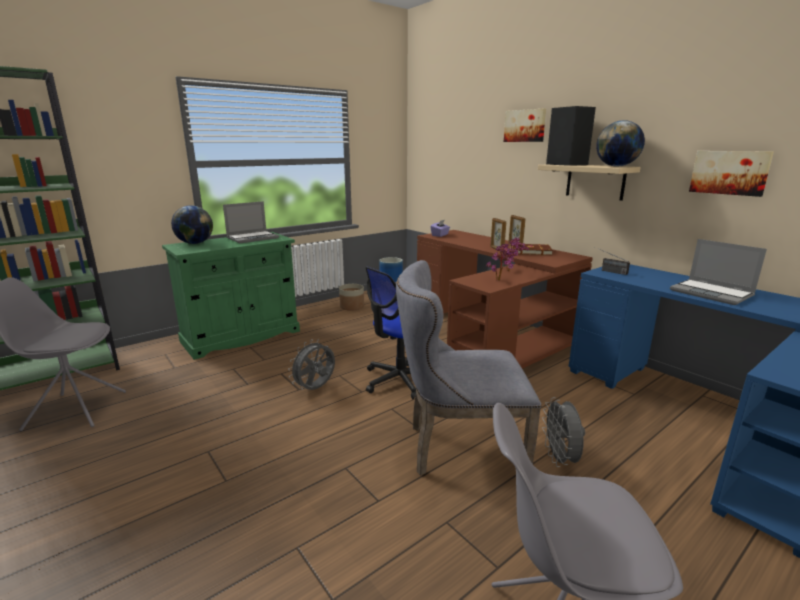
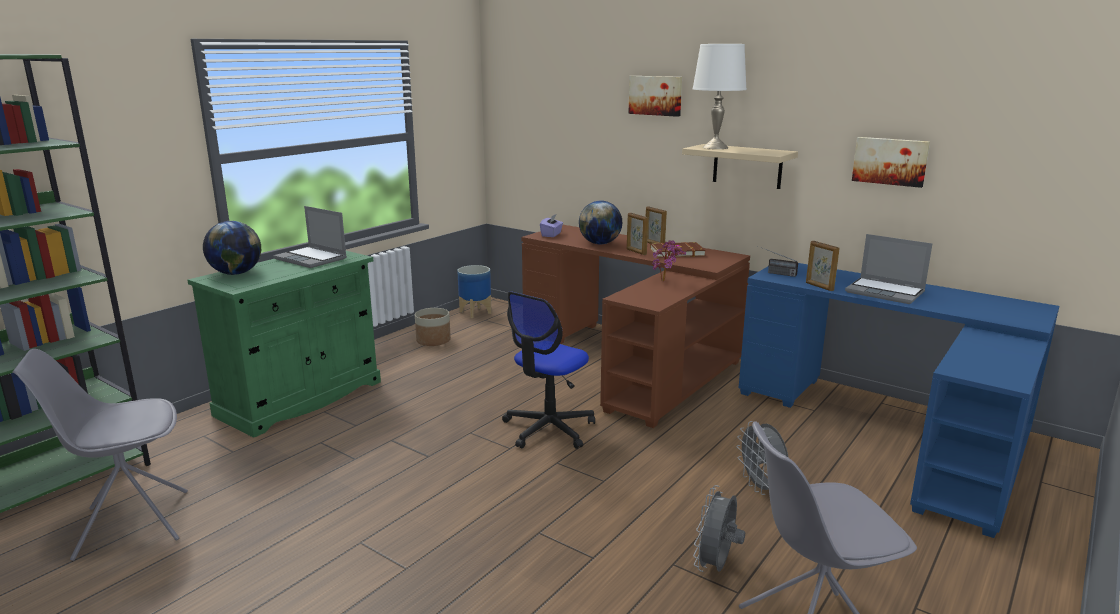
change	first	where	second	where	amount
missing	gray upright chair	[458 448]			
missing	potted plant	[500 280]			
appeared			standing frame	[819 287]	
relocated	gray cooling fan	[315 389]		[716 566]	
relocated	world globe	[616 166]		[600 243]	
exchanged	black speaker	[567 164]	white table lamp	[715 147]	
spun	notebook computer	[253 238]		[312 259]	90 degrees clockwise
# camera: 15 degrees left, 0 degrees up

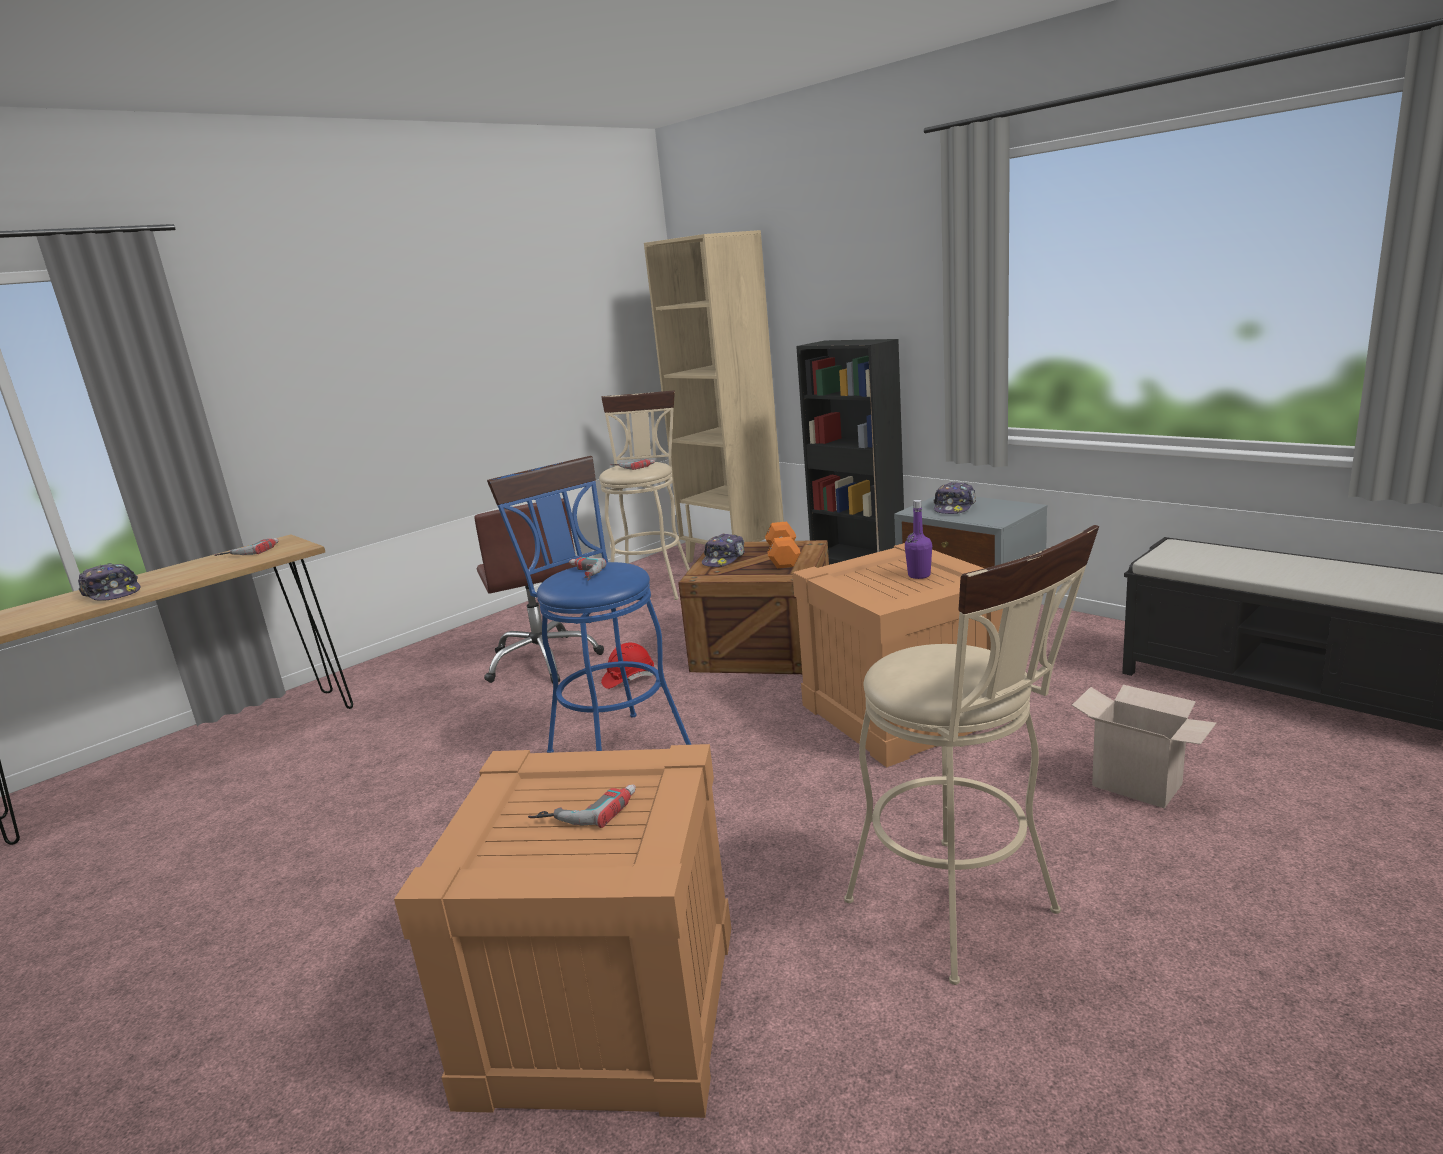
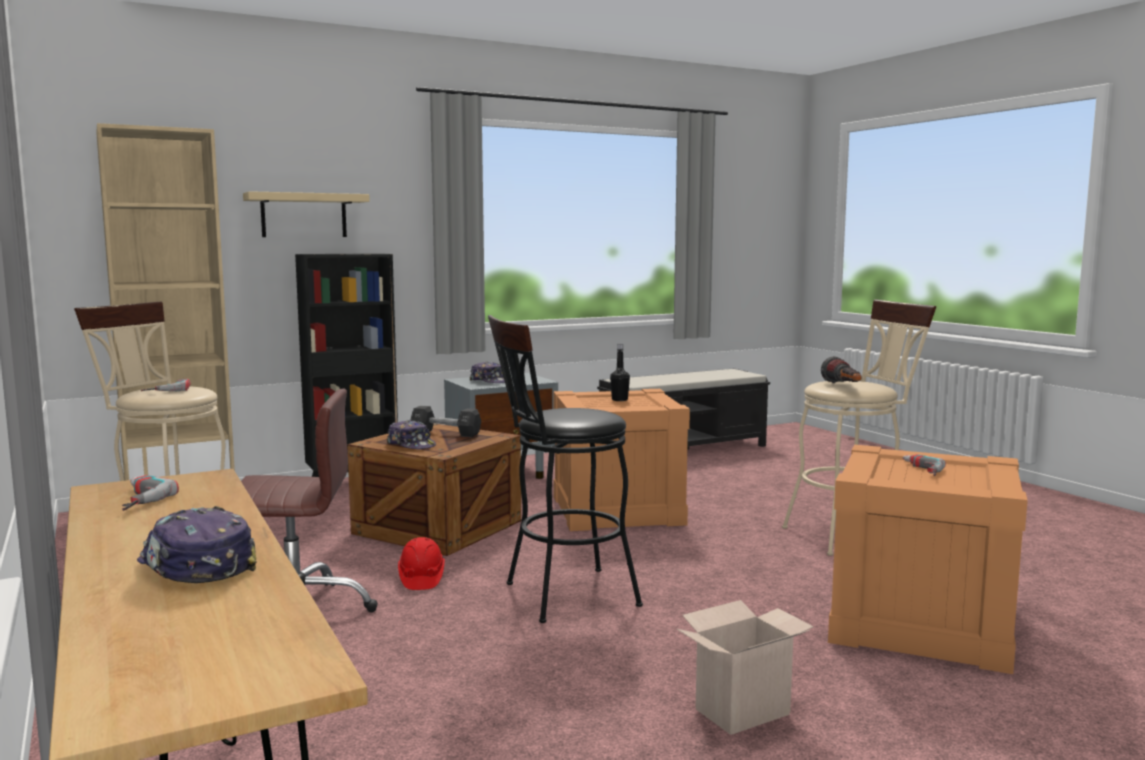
change	first	where	second	where	amount
missing	drill	[580 574]			
appeared			sand-coloured bracket shelf	[304 215]	
appeared			hand torch	[844 387]	
relocated	packing box	[1140 785]		[743 710]	
colour	blue-coloured sitting stool	[612 746]	black sitting stool	[560 596]	
colour	orangey dumbbell	[783 557]	black dumbbell	[446 433]	
colour	purplish bottle	[919 575]	black bottle	[619 400]	
spun	peaked cap	[113 593]		[196 567]	105 degrees counterclockwise
# camera: 75 degrees left, 10 degrees down

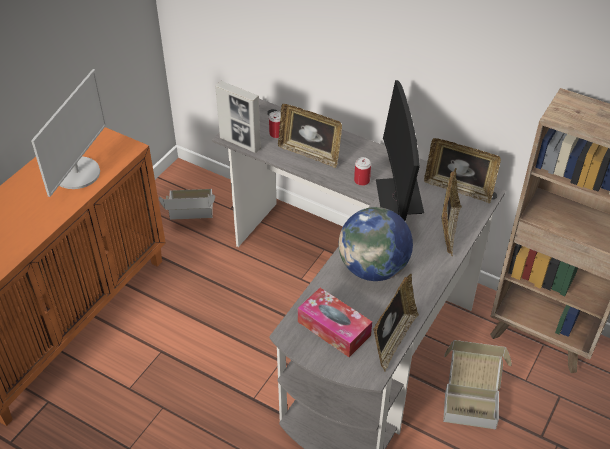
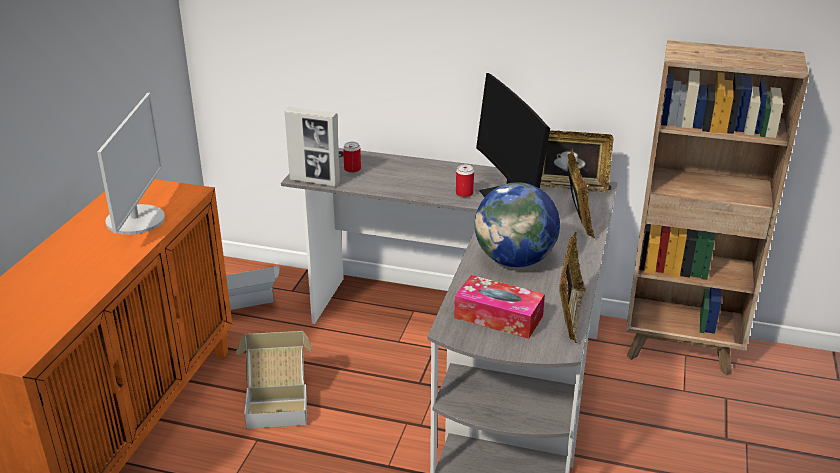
change	first	where	second	where	amount
missing	standing frame	[310 153]			
relocated	packing box	[470 399]		[278 403]	
# camera: 15 degrees left, 15 degrees down

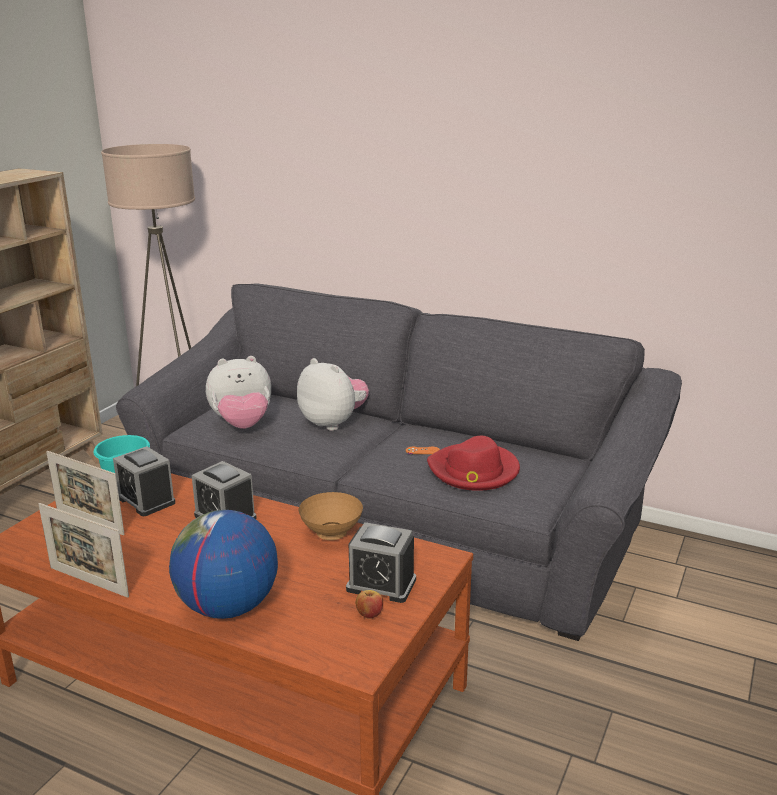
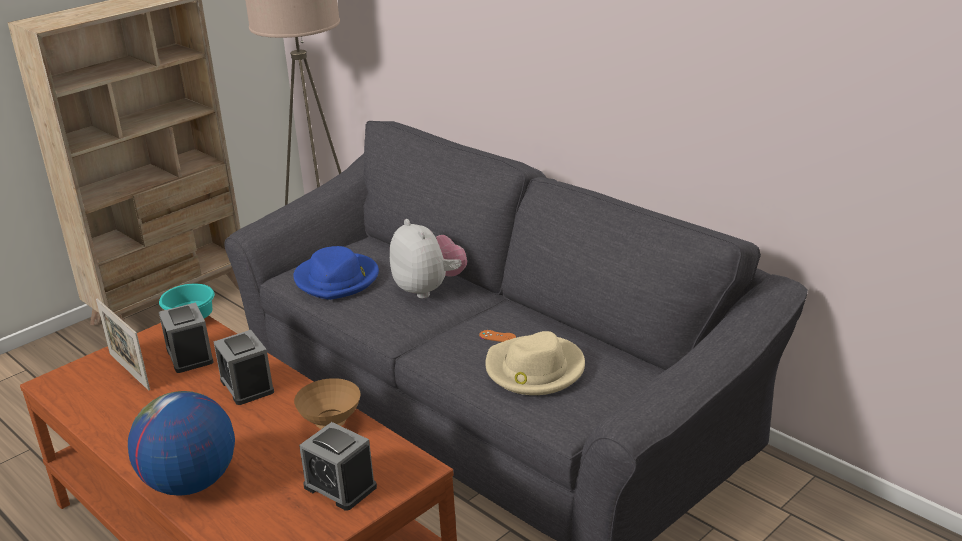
change	first	where	second	where	amount
missing	standing frame	[88 582]			
missing	whole apple	[369 614]			
exchanged	soft toy	[242 425]	blue-coloured wearable hat	[337 279]	
colour	reddish wearable hat	[474 471]	sand-coloured wearable hat	[534 370]	
# camera: 20 degrees right, 5 degrees up

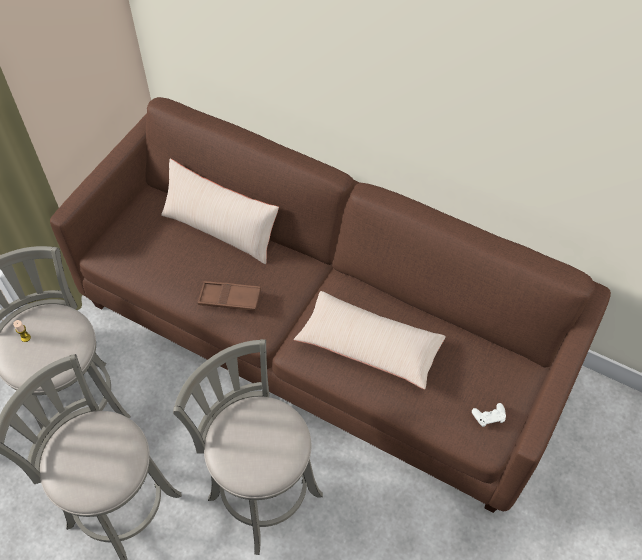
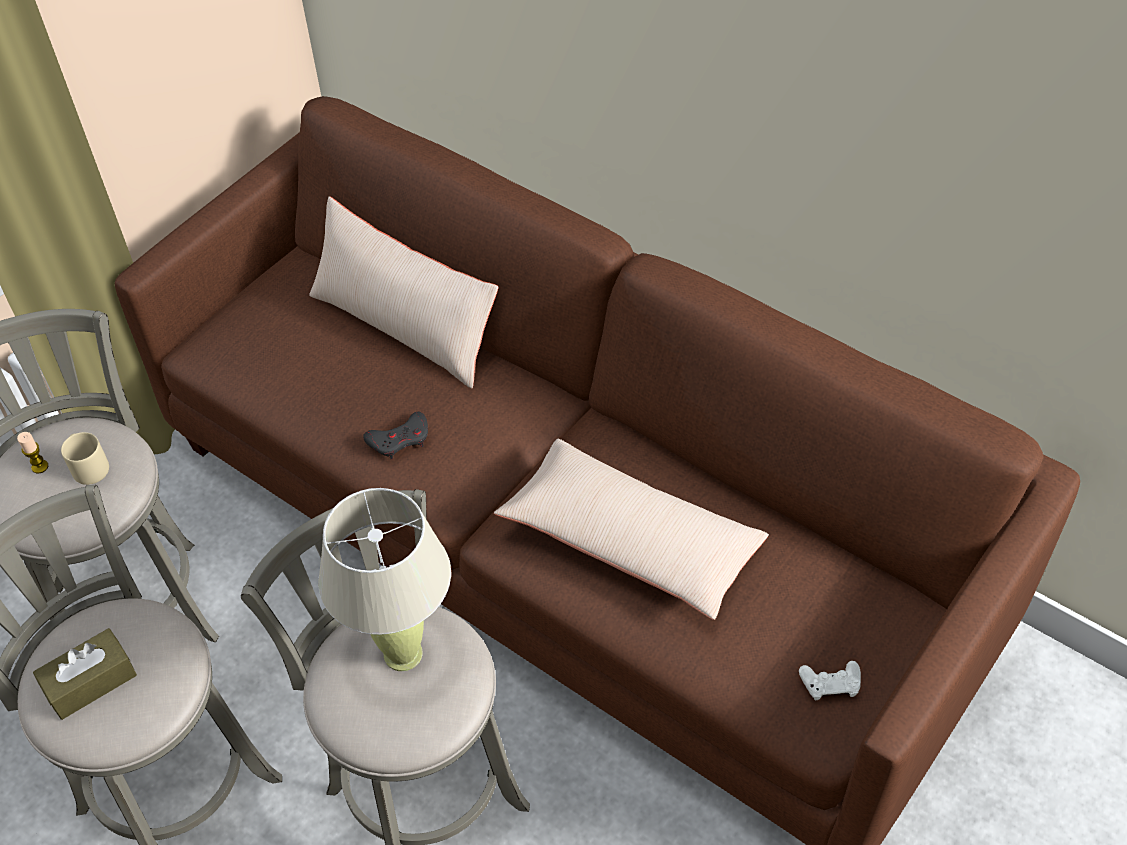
change	first	where	second	where	amount
appeared			brownish tissue box	[90 682]	
appeared			sand-coloured coffee mug	[89 467]	
appeared			sand-coloured table lamp	[402 654]	
exchanged	brownish tray	[229 298]	gray game controller	[400 439]	
# camera: 10 degrees right, 5 degrees down

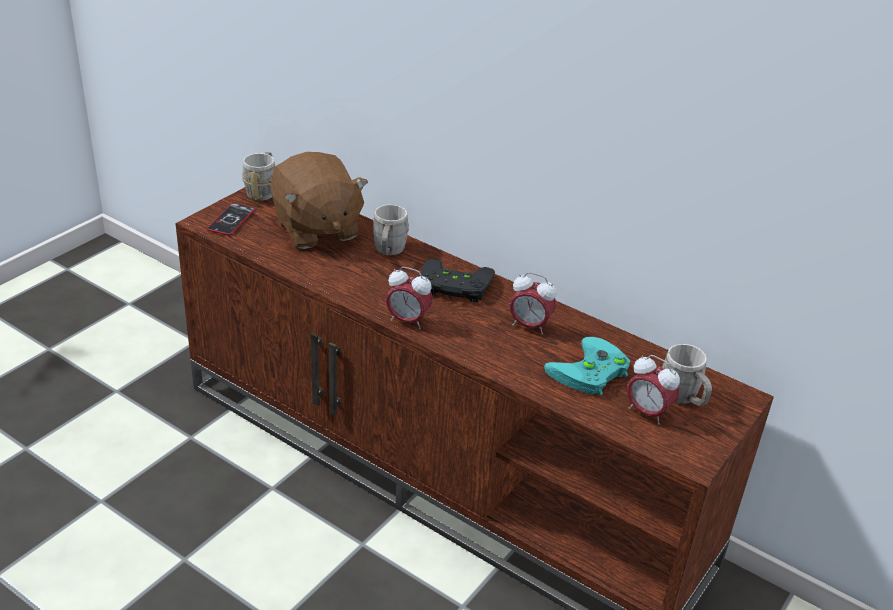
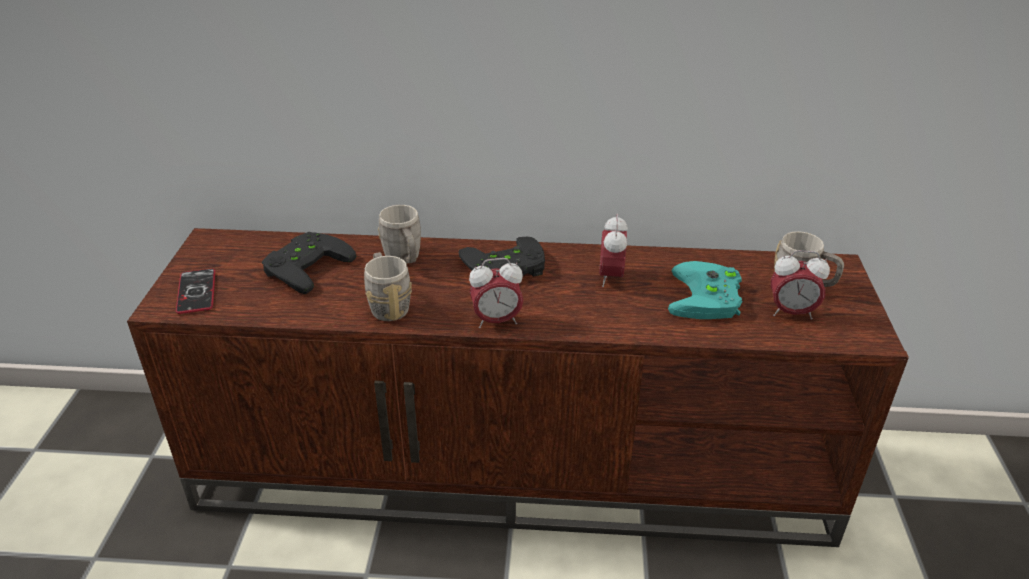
change	first	where	second	where	amount
relocated	gray coffee mug	[263 191]		[387 305]	
exchanged	brownish soft toy	[316 229]	black game controller	[304 265]	
spun	table clock	[529 326]		[611 277]	105 degrees clockwise
# camera: 30 degrees left, 0 degrees up

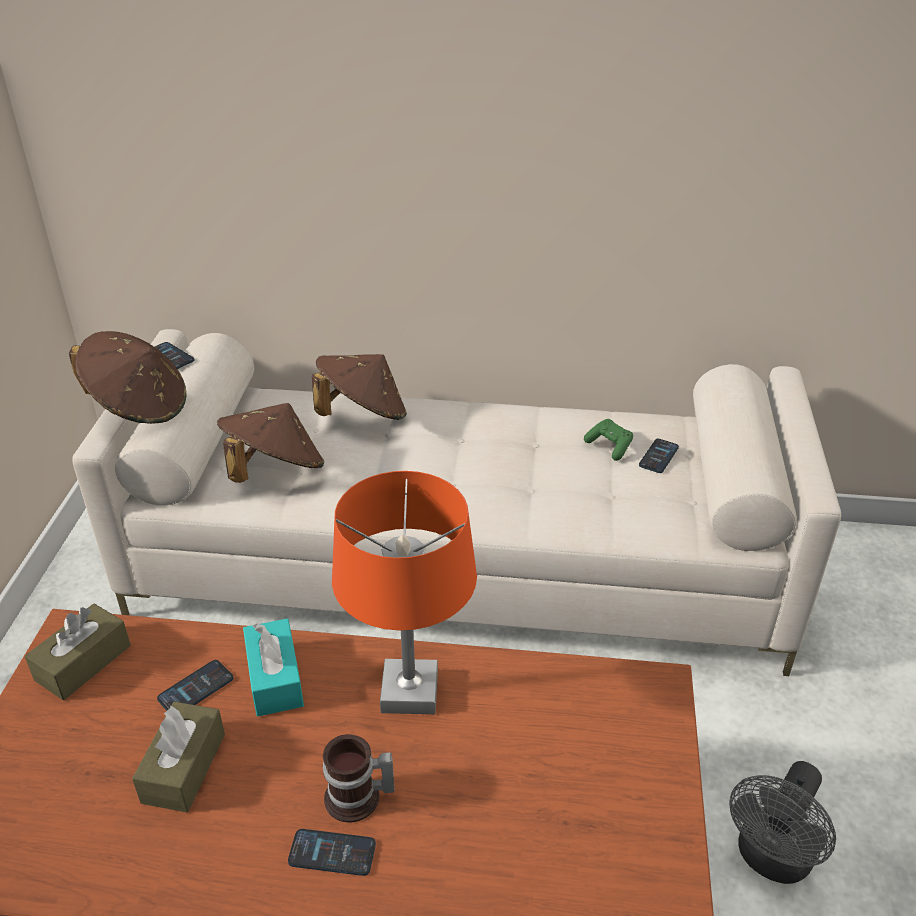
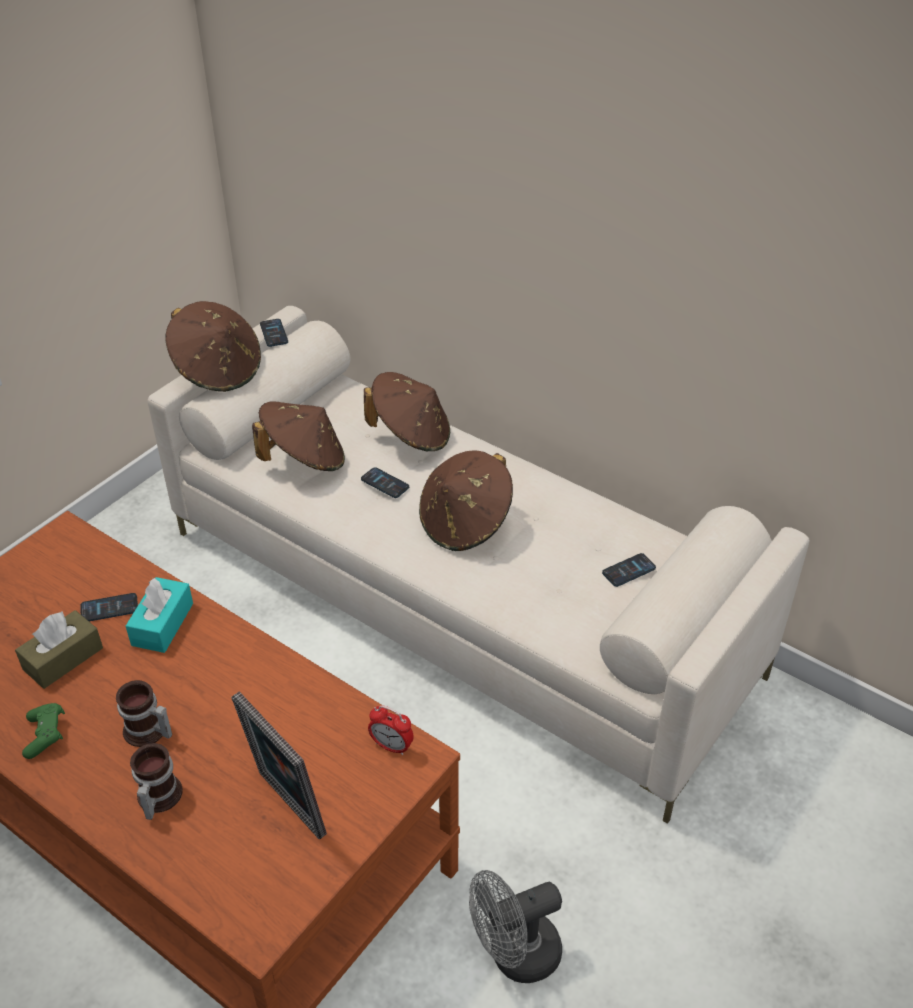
change	first	where	second	where	amount
missing	brownish tissue box	[83 663]			
missing	orangey table lamp	[410 693]			
appeared			coffee mug	[156 797]	
appeared			standing frame	[286 807]	
appeared			table clock	[391 746]	
appeared			brownish wearable hat	[465 523]	
relocated	phone	[332 853]		[385 483]	
relocated	green game controller	[609 446]		[46 736]	
# camera: 30 degrees right, 5 degrees up

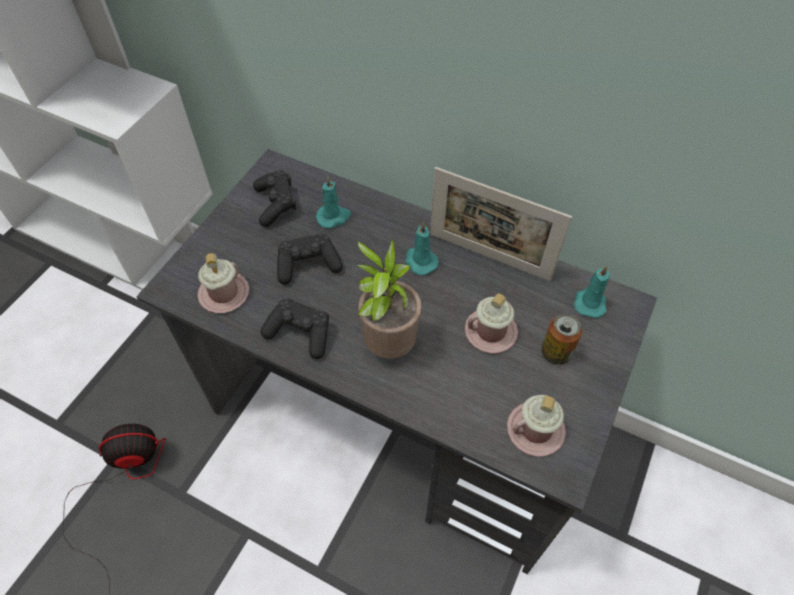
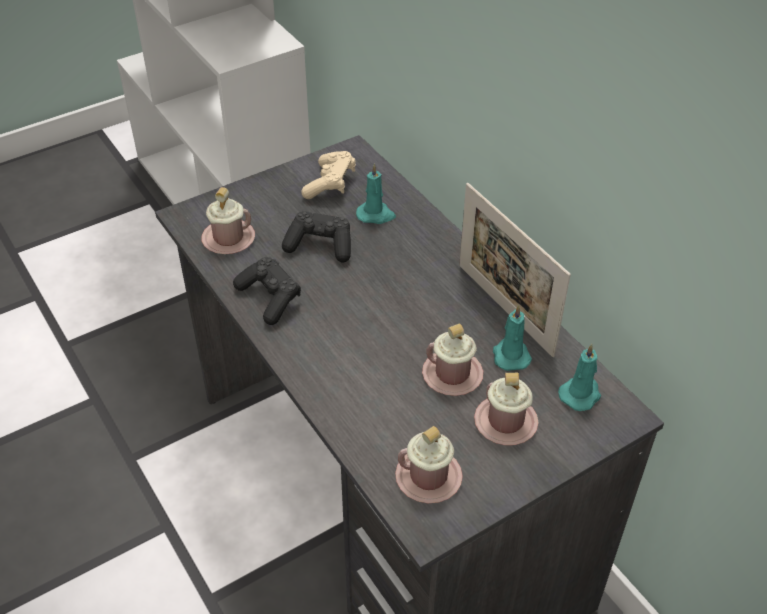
change	first	where	second	where	amount
missing	cooling fan	[122 484]			
missing	potted plant	[387 344]			
relocated	turquoise wax candle	[420 261]		[510 355]	
exchanged	can	[556 352]	pink-coloured coffee mug	[505 422]	
colour	black game controller	[276 204]	sand-coloured game controller	[330 184]	
# camera: 30 degrees right, 10 degrees down

